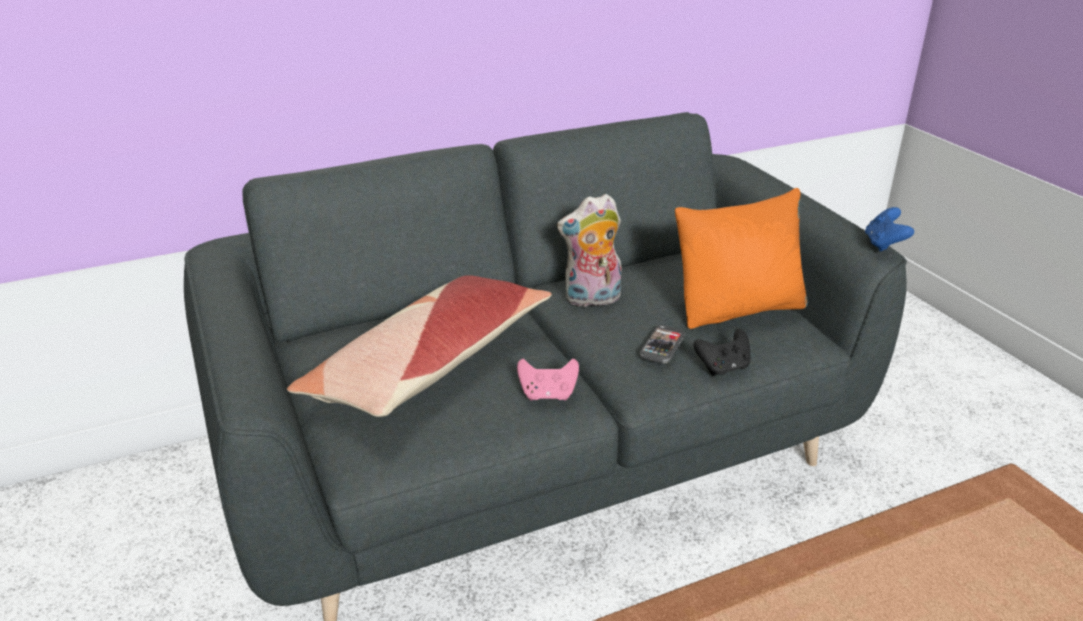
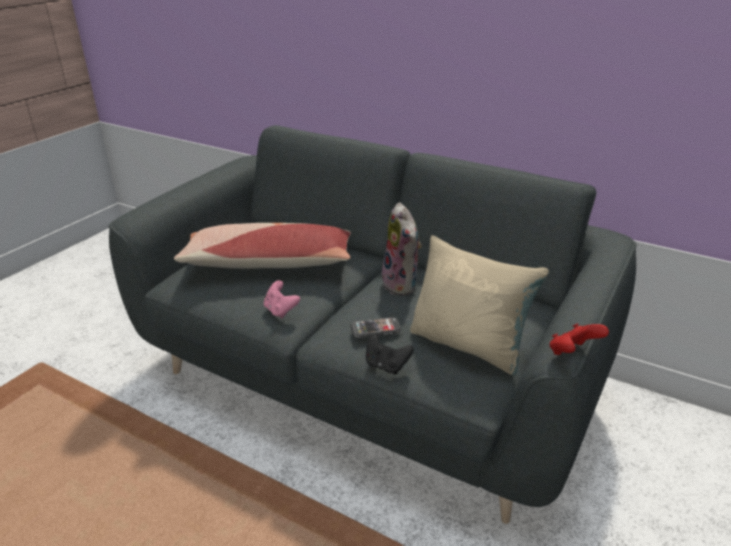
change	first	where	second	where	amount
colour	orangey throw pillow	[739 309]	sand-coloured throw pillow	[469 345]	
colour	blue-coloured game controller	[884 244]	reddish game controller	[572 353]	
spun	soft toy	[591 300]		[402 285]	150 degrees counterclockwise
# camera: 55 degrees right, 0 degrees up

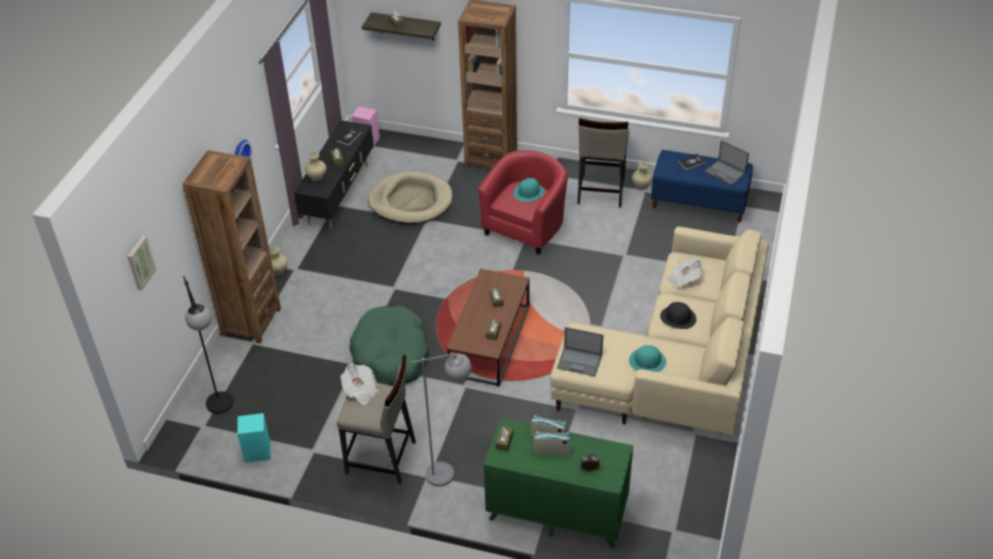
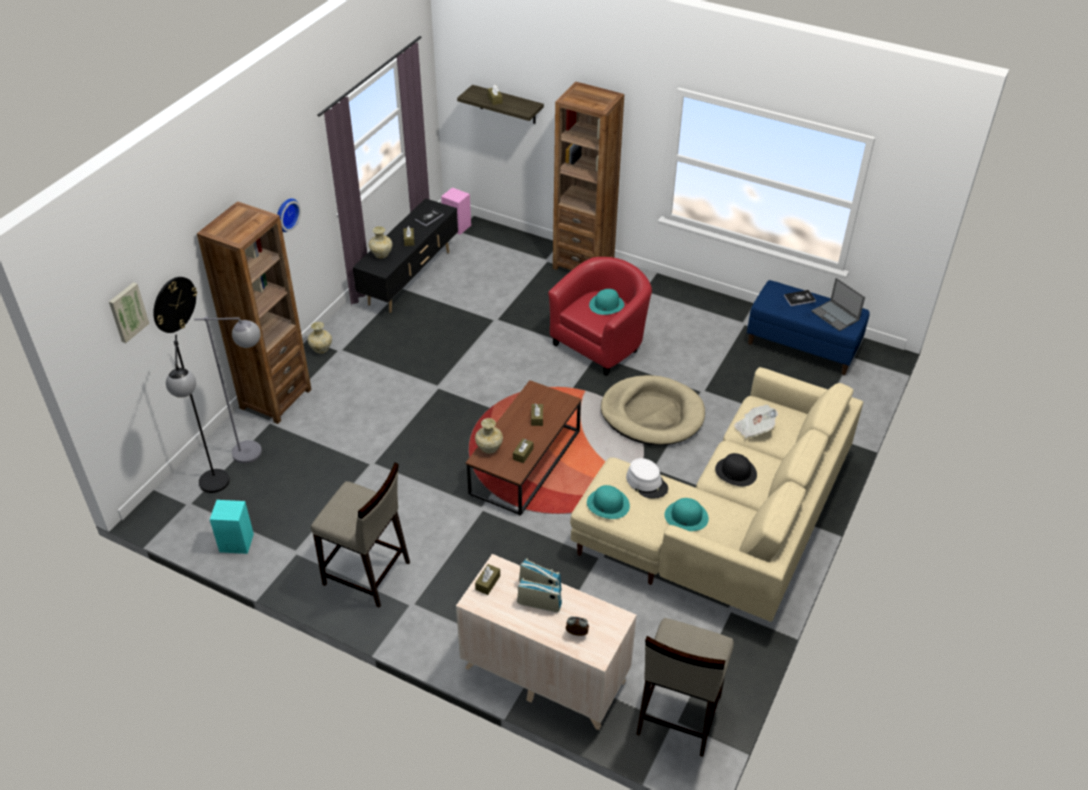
change	first	where	second	where	amount
missing	daily paper	[360 391]			
missing	green dog cushion	[391 355]			
appeared			clock on the wall	[174 304]	
appeared			white wearable hat	[647 483]	
relocated	sand-coloured dog cushion	[411 202]		[652 414]	
relocated	gray standing lamp	[450 472]		[257 452]	
relocated	sand-coloured sitting stool	[600 191]		[678 715]	
relocated	sand-coloured vase	[641 186]		[489 448]	
exchanged	notebook computer	[580 361]	turquoise wearable hat	[608 504]	
colour	green dresser	[556 512]	sand-coloured dresser	[544 674]	
# camera: 10 degrees right, 0 degrees up

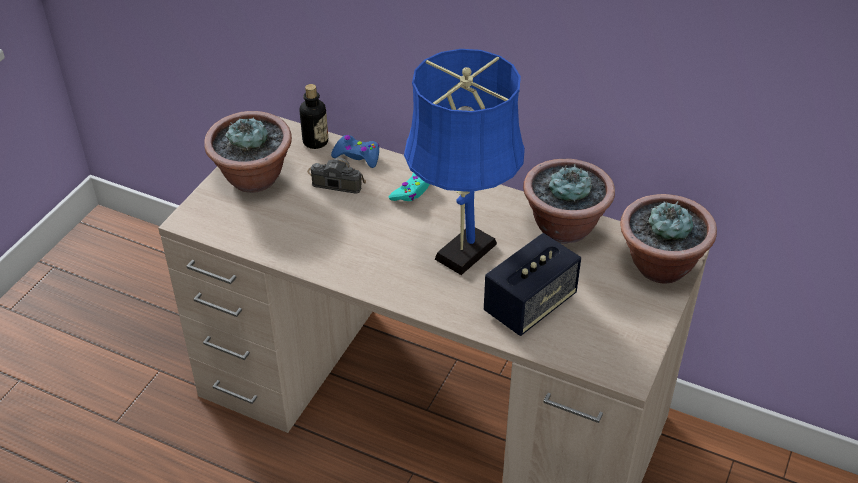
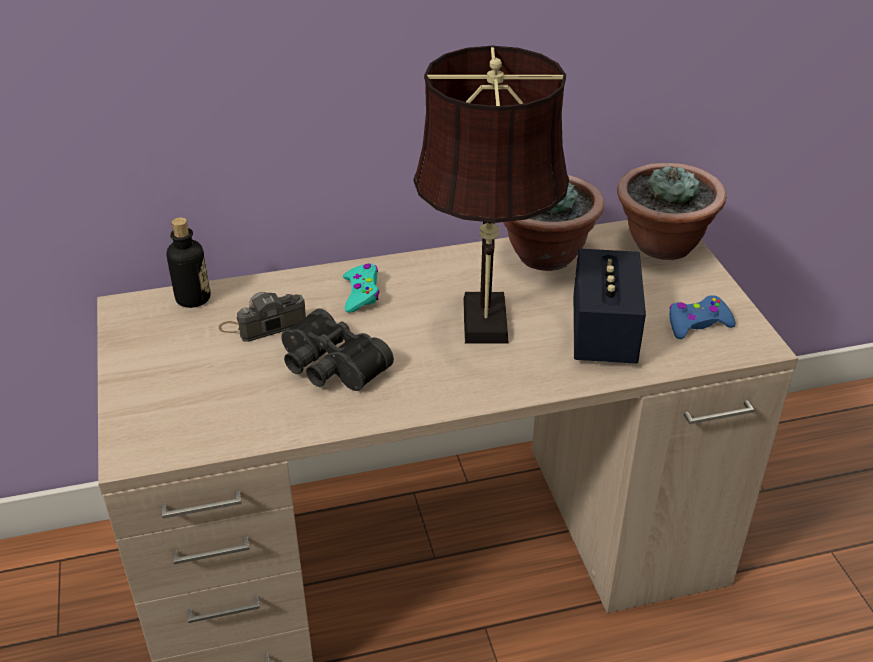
change	first	where	second	where	amount
missing	potted plant	[254 179]			
appeared			black pair of binoculars	[329 367]	
relocated	blue-coloured game controller	[357 156]		[697 324]	
colour	blue-coloured table lamp	[461 255]	brownish table lamp	[485 325]	
# camera: 40 degrees left, 5 degrees down

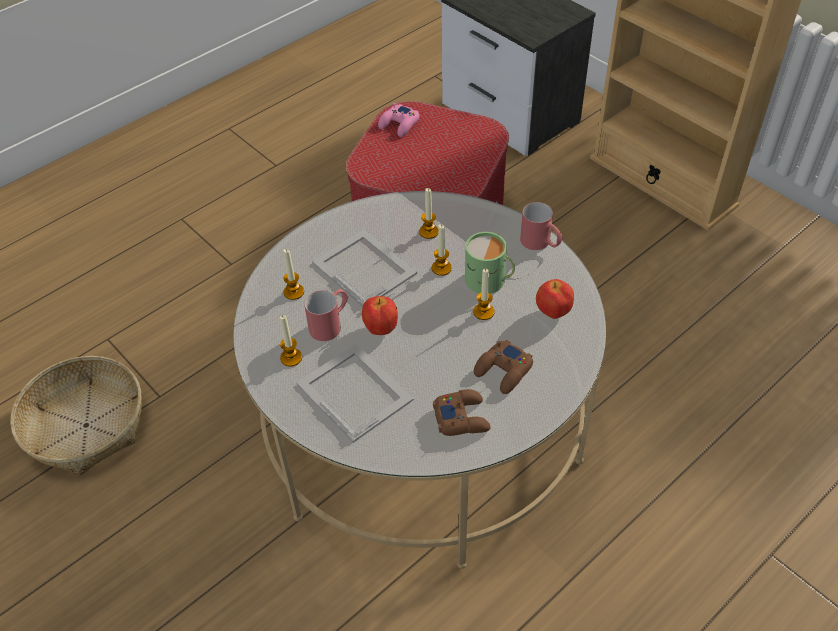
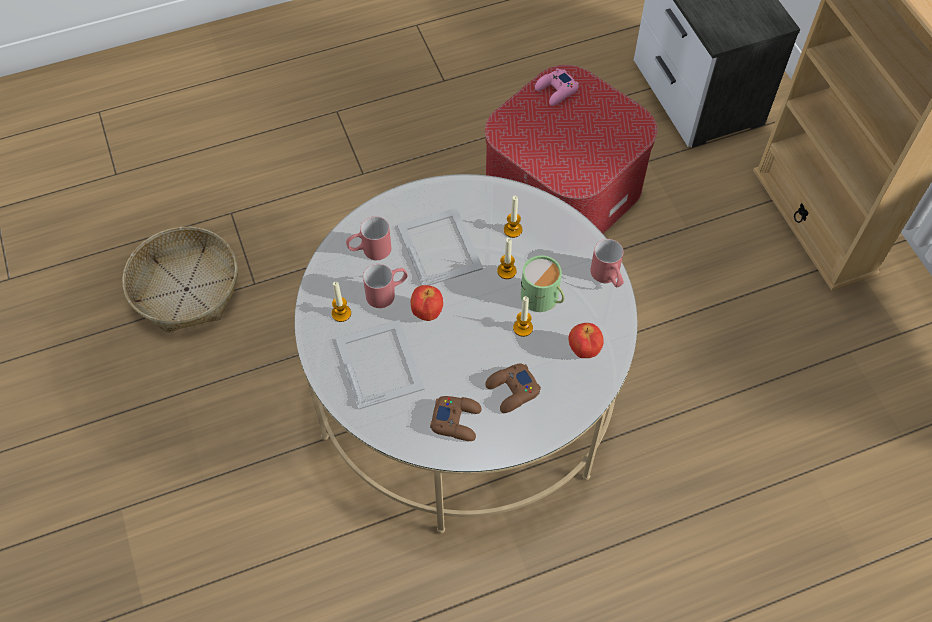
change	first	where	second	where	amount
exchanged	wax candle	[294 292]	reddish coffee mug	[369 250]	
# camera: 20 degrees right, 10 degrees up

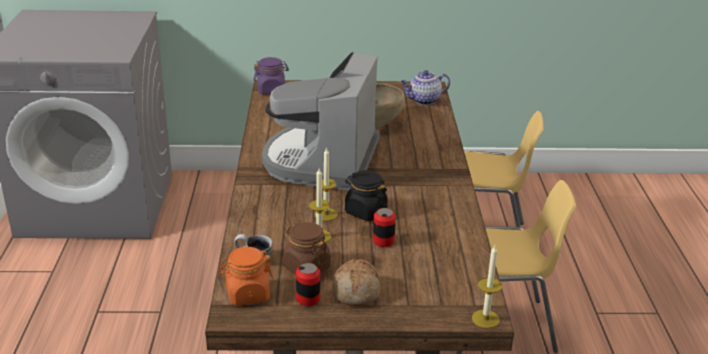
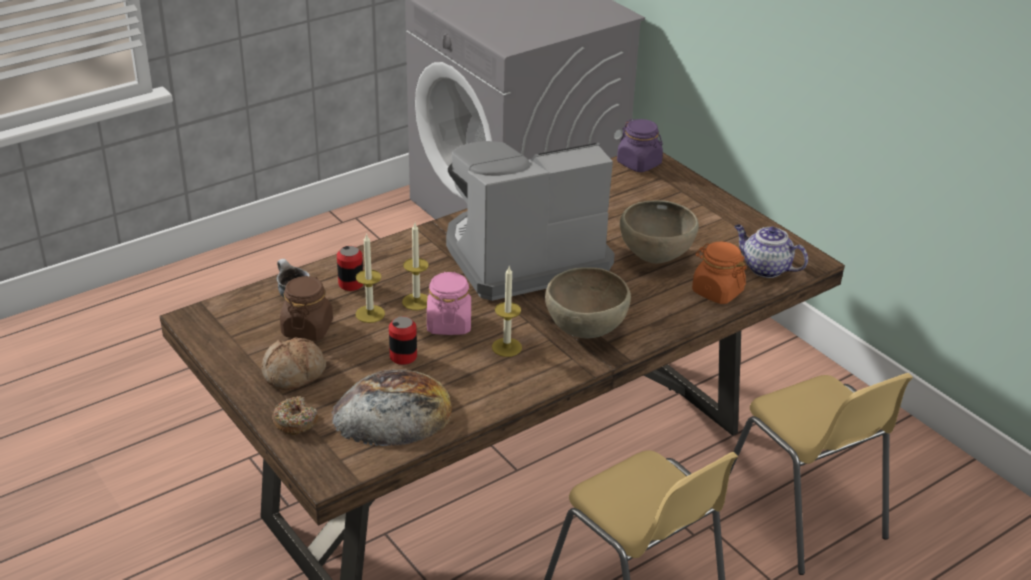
change	first	where	second	where	amount
appeared			ring doughnut	[295 422]	
appeared			baked bread	[393 411]	
appeared			brownish serving bowl	[585 331]	
relocated	orangey jar	[247 294]		[717 292]	
relocated	can	[308 299]		[351 284]	
relocated	wax candle	[485 319]		[506 347]	
colour	black jar	[365 212]	pink-coloured jar	[449 324]	
# camera: 55 degrees right, 5 degrees up

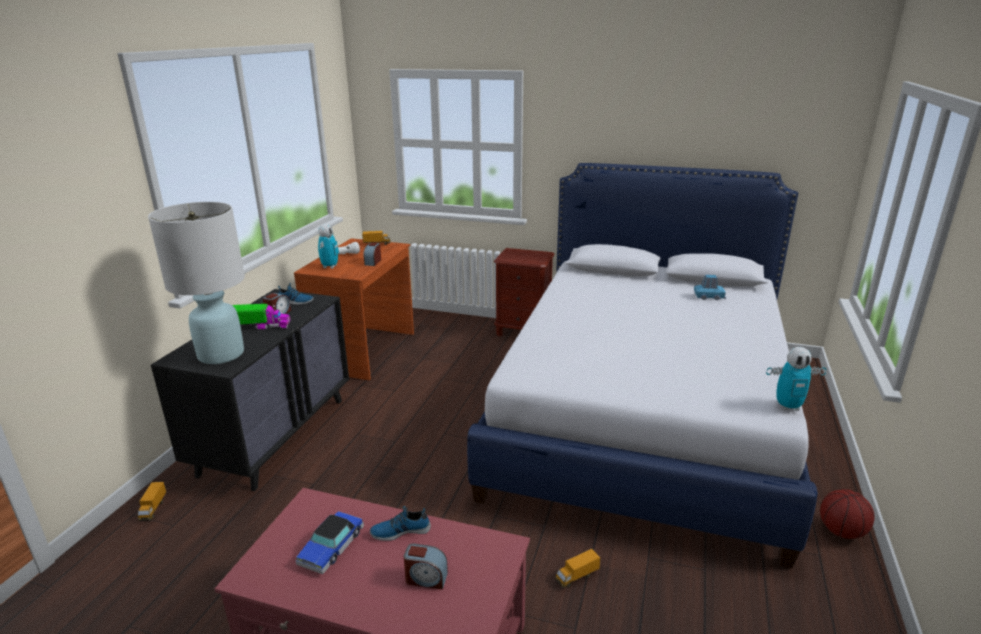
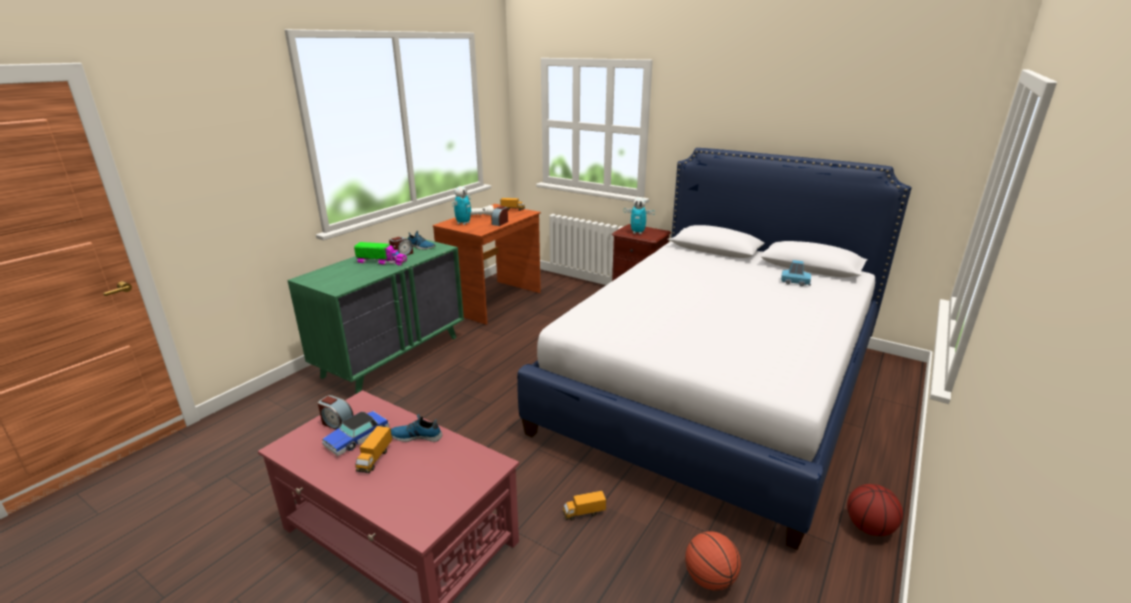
change	first	where	second	where	amount
missing	white table lamp	[221 355]			
appeared			basketball	[709 579]	
relocated	model truck	[153 509]		[375 458]	
relocated	table clock	[426 578]		[337 423]	
relocated	toy robot	[788 407]		[637 233]	
colour	black dresser	[275 435]	green dresser	[393 356]	
# camera: 15 degrees right, 0 degrees up

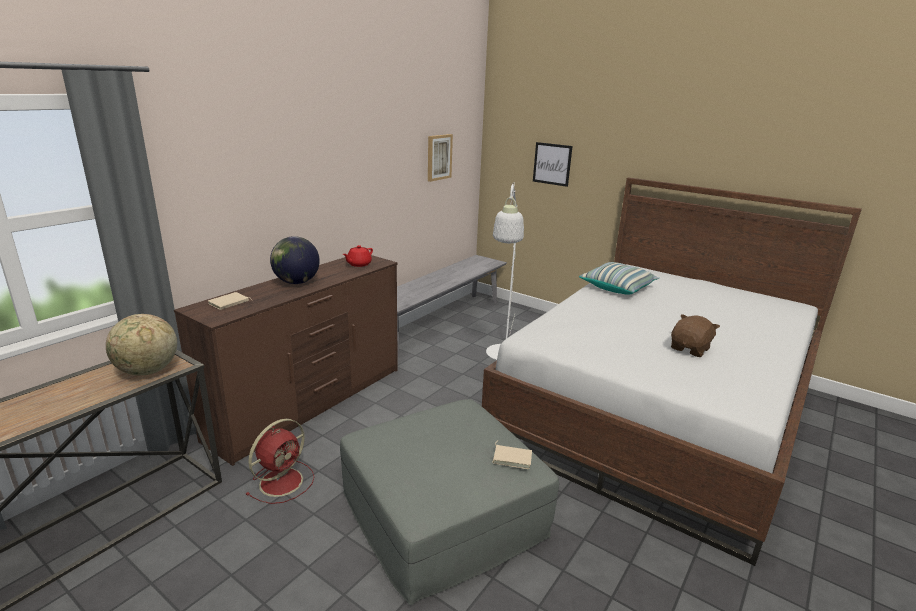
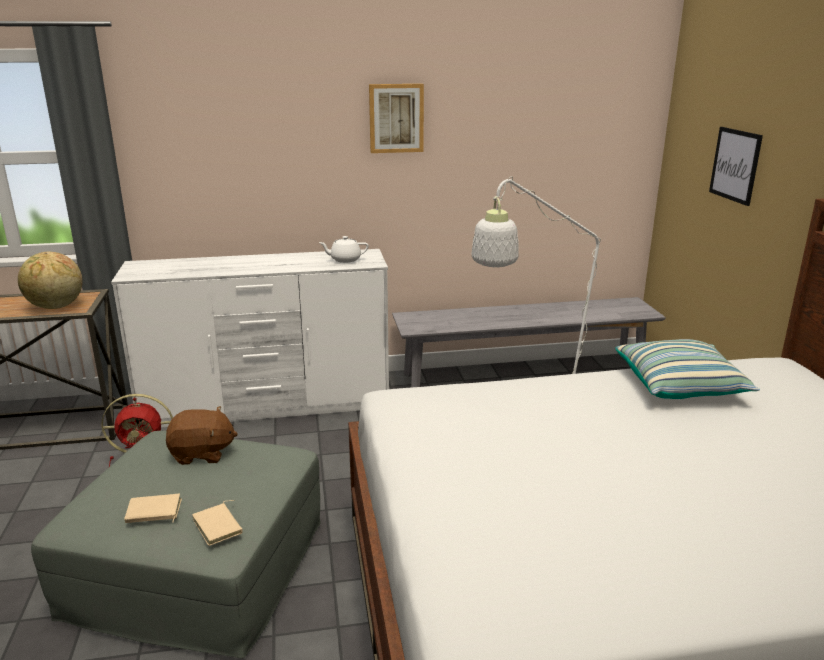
change	first	where	second	where	amount
missing	world globe	[296 282]			
relocated	sand-coloured book	[229 303]		[153 512]	
relocated	picture	[438 157]		[396 118]	
relocated	brownish soft toy	[690 349]		[202 454]	
colour	brownish dresser	[311 403]	white dresser	[268 406]	
colour	reddish pot for tea	[358 264]	white pot for tea	[345 259]	
# camera: 45 degrees right, 0 degrees up

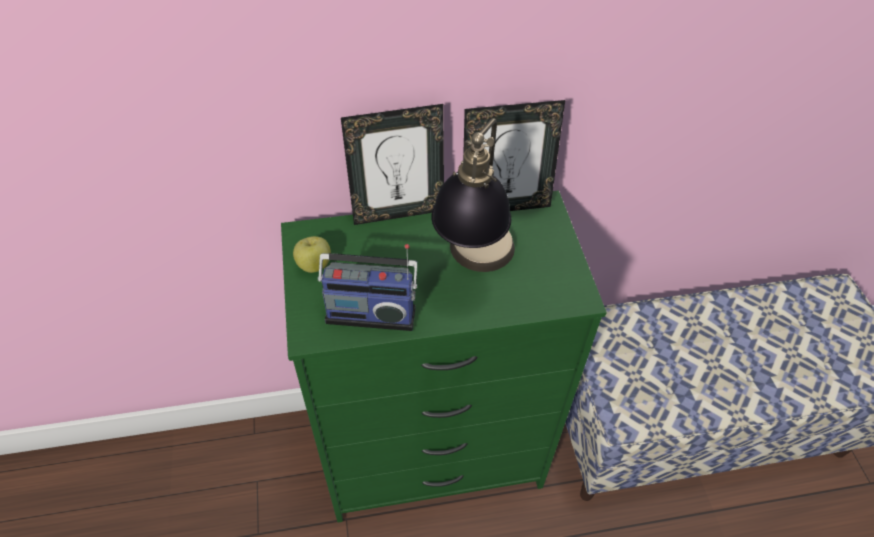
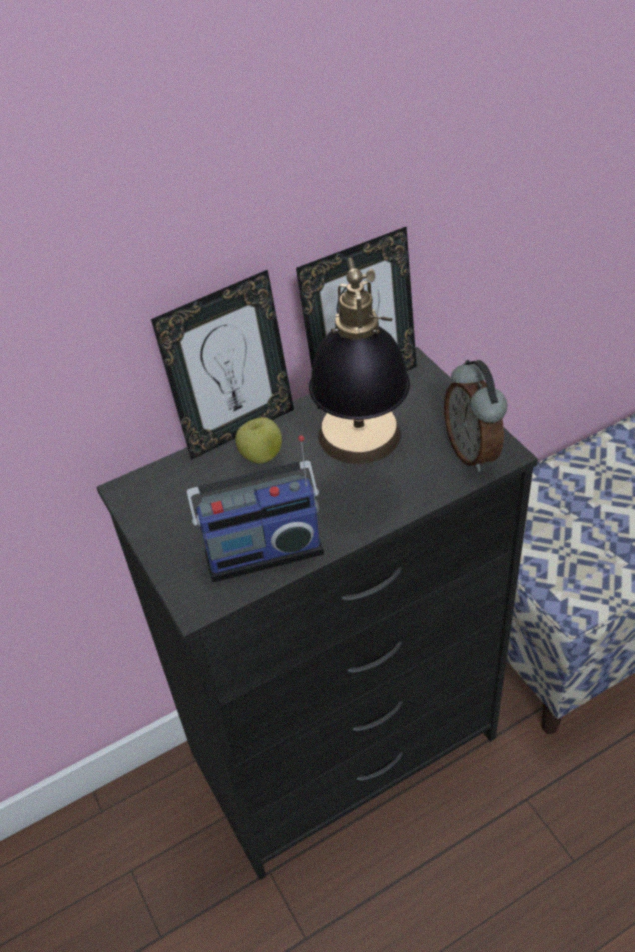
change	first	where	second	where	amount
appeared			table clock	[473 451]	
relocated	whole apple	[314 265]		[261 456]	
colour	green dresser	[432 452]	black dresser	[343 747]	
# camera: 15 degrees left, 5 degrees down

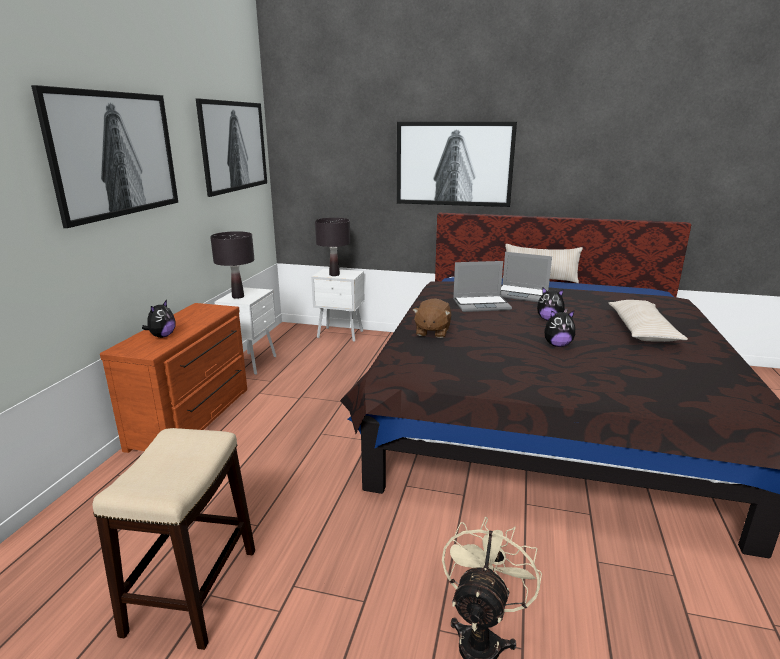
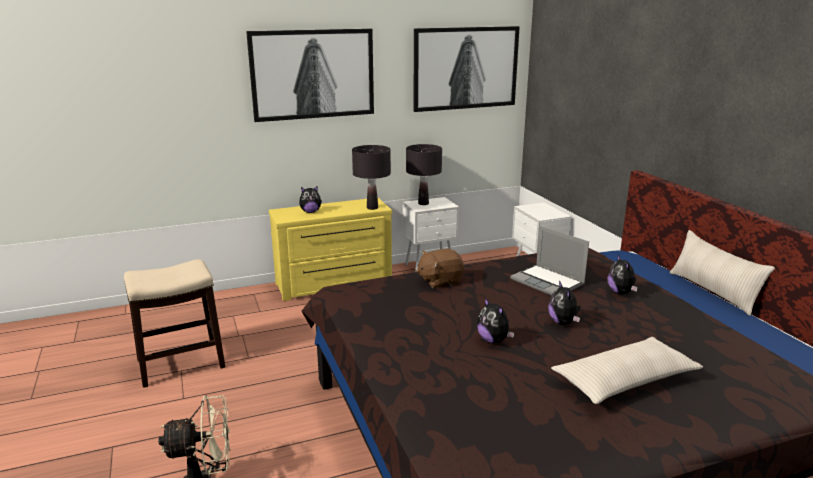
change	first	where	second	where	amount
missing	picture	[454 164]			
relocated	black table lamp	[334 275]		[372 208]	
exchanged	notebook computer	[521 294]	soft toy	[621 292]	
colour	brownish dresser	[194 417]	yellow-coloured dresser	[334 284]	
# camera: 55 degrees right, 0 degrees up

